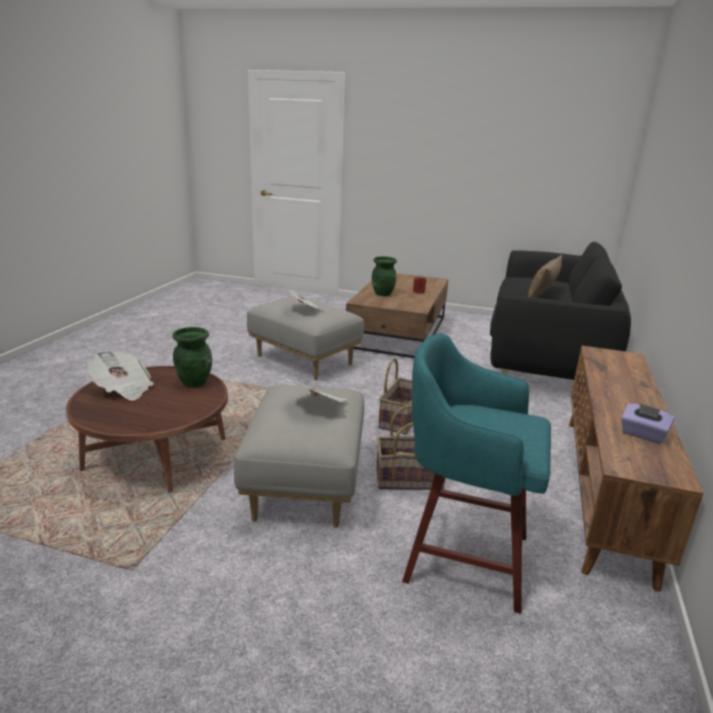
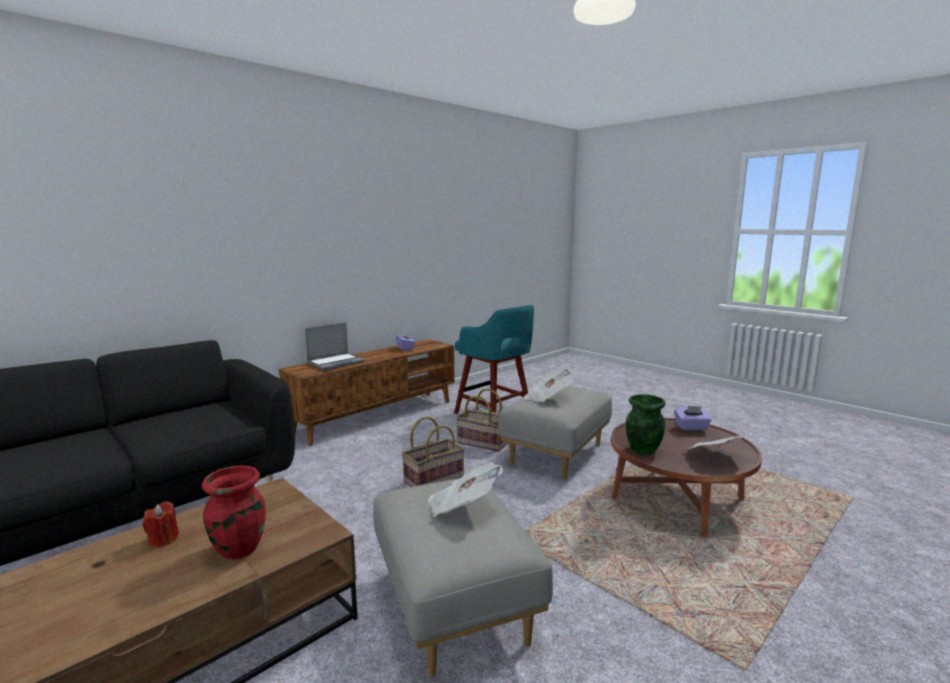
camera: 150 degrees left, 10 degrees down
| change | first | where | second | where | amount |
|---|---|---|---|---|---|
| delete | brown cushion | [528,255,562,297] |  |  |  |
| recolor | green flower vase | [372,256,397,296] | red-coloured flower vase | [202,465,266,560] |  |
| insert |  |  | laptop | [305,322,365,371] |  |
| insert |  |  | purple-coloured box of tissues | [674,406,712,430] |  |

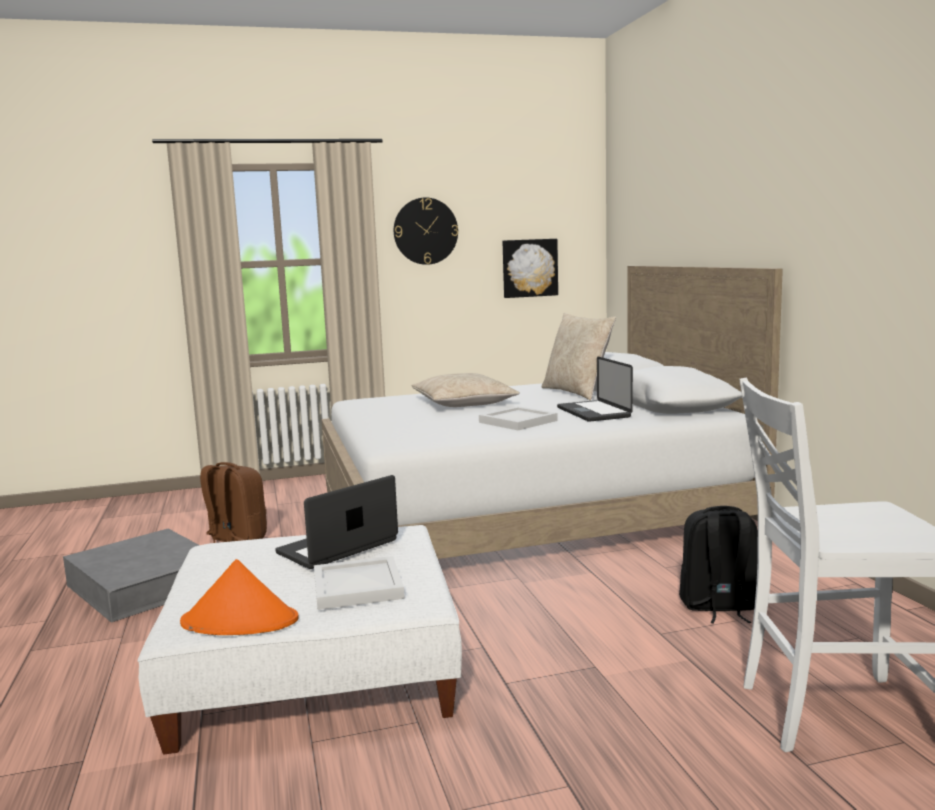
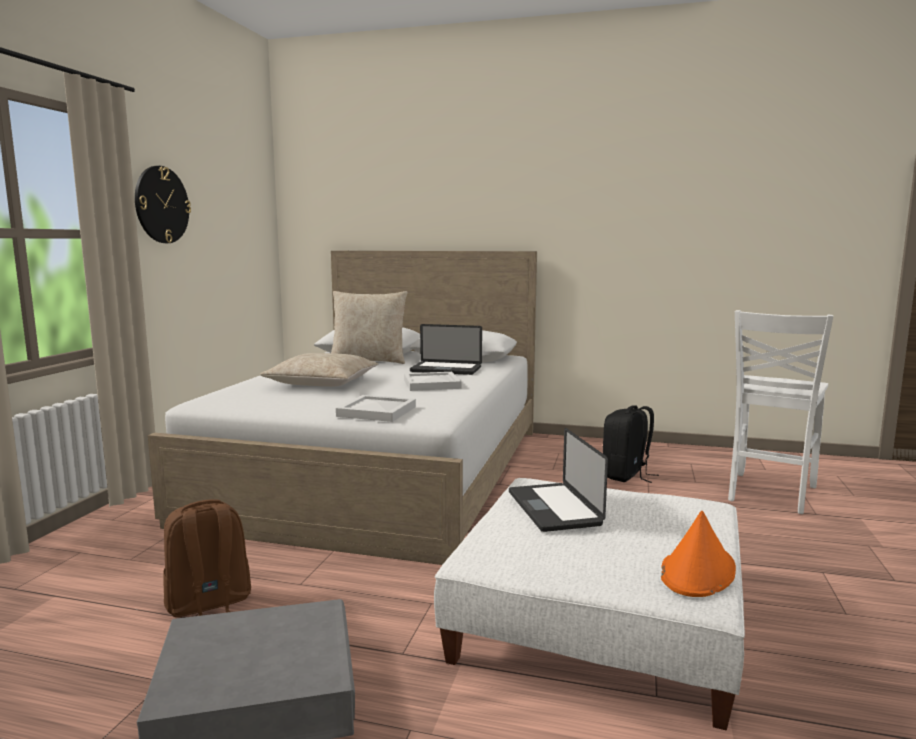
camera: 60 degrees left, 0 degrees up
| change | first | where | second | where | amount |
|---|---|---|---|---|---|
| delete | wall art | [502,239,558,298] |  |  |  |
| move | white serving tray | [314,556,405,610] |  | [336,395,416,422] |  |

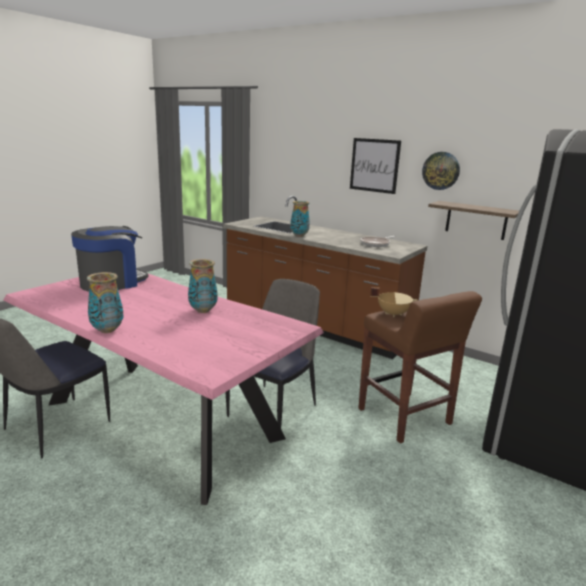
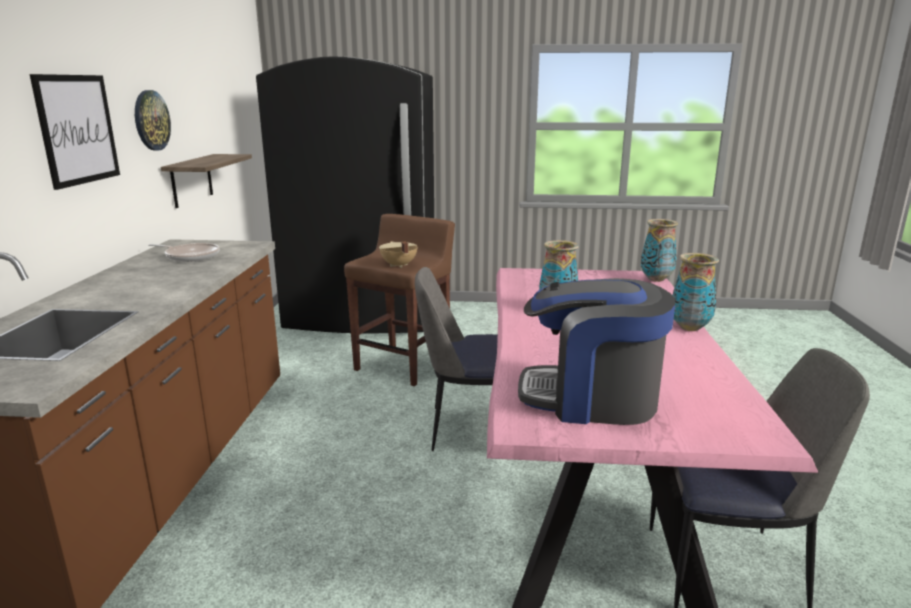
camera: 120 degrees left, 0 degrees up
| change | first | where | second | where | amount |
|---|---|---|---|---|---|
| move | flower vase | [290,201,310,237] |  | [641,219,678,282] |  |

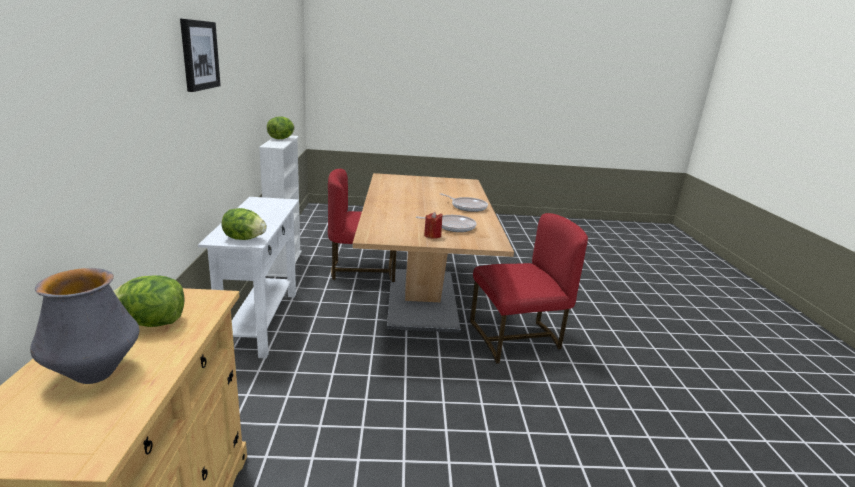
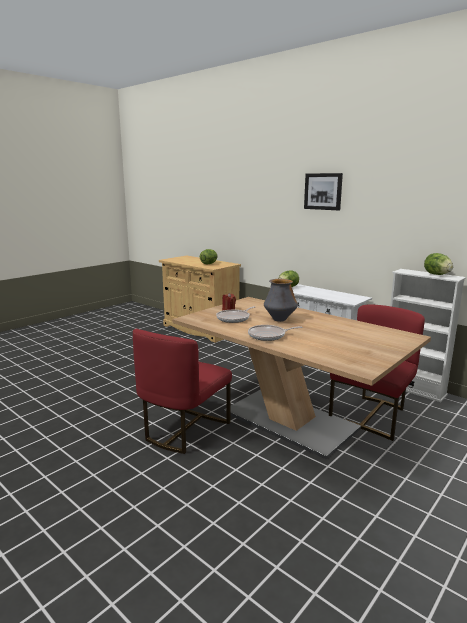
camera: 135 degrees right, 5 degrees down
| change | first | where | second | where | amount |
|---|---|---|---|---|---|
| move | flower vase | [30,268,139,384] |  | [264,279,298,322] |  |

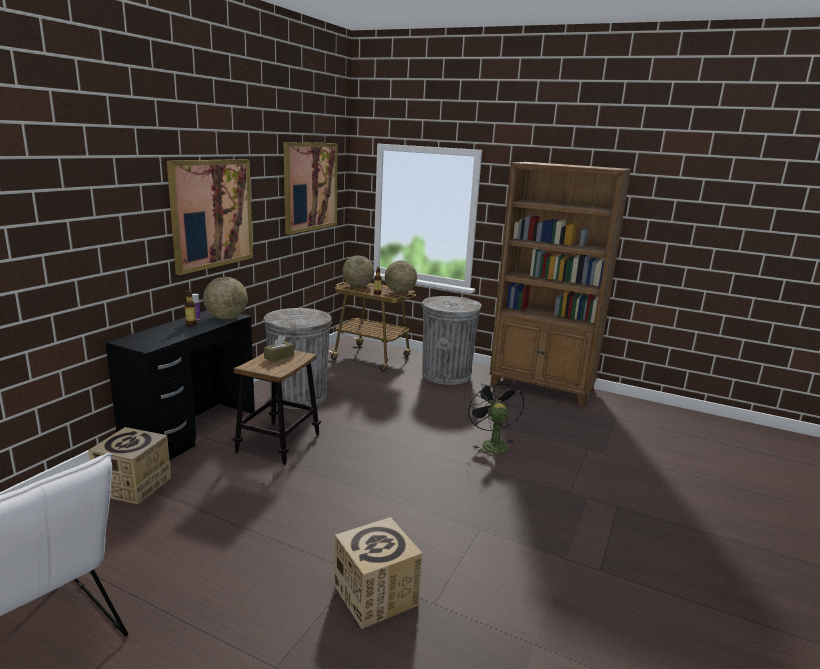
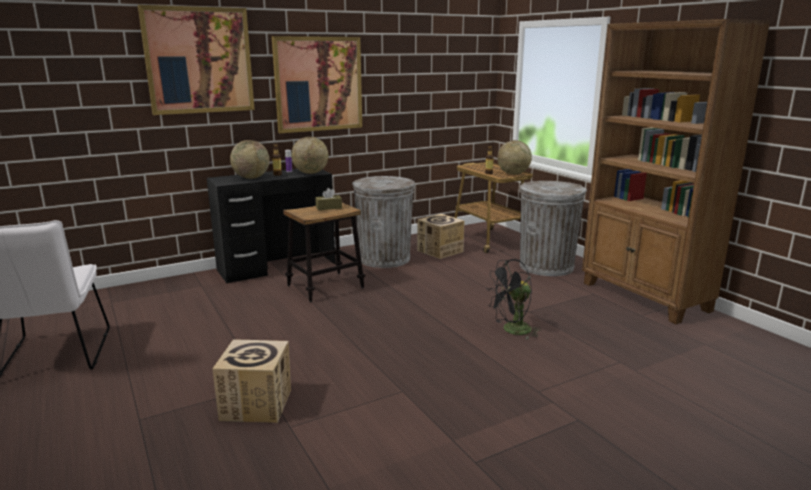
camera: 35 degrees right, 0 degrees up
| change | first | where | second | where | amount |
|---|---|---|---|---|---|
| move | wall art | [283,142,338,235] |  | [138,5,255,115] |  |
| move | globe | [343,256,374,287] |  | [230,140,270,179] |  |
| rotate | black-coloured electric fan | [467,379,524,458] |  | [486,259,541,340] | 135 degrees counterclockwise |
| move | cardboard box | [88,427,171,504] |  | [417,214,464,259] |  |

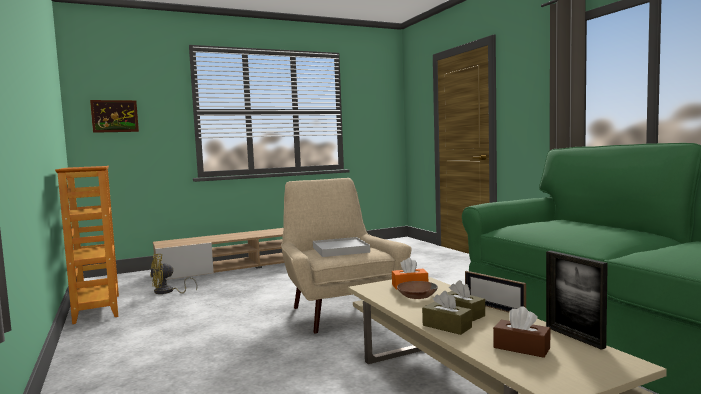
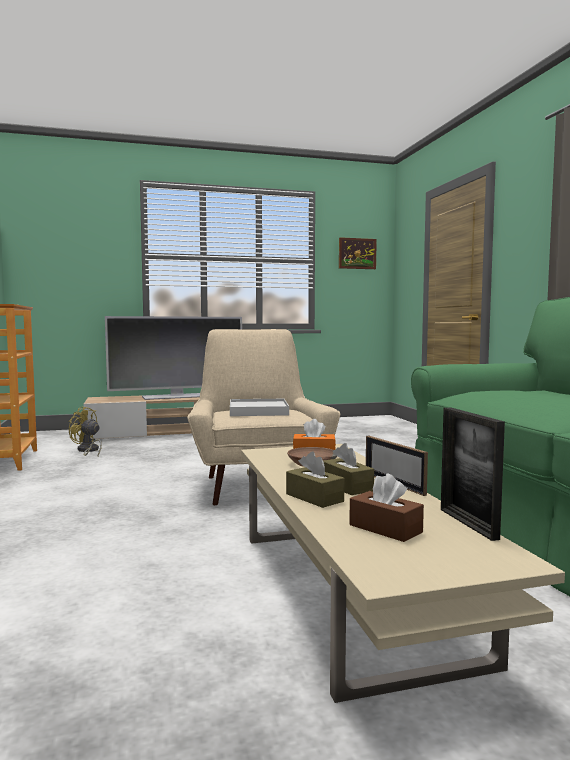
camera: 10 degrees right, 0 degrees up
| change | first | where | second | where | amount |
|---|---|---|---|---|---|
| move | wall art | [90,100,139,133] |  | [339,237,377,269] |  |
| rotate | yellow electric fan | [150,254,197,294] |  | [69,406,102,456] | 45 degrees clockwise |
| insert |  |  | television | [105,316,242,400] |  |

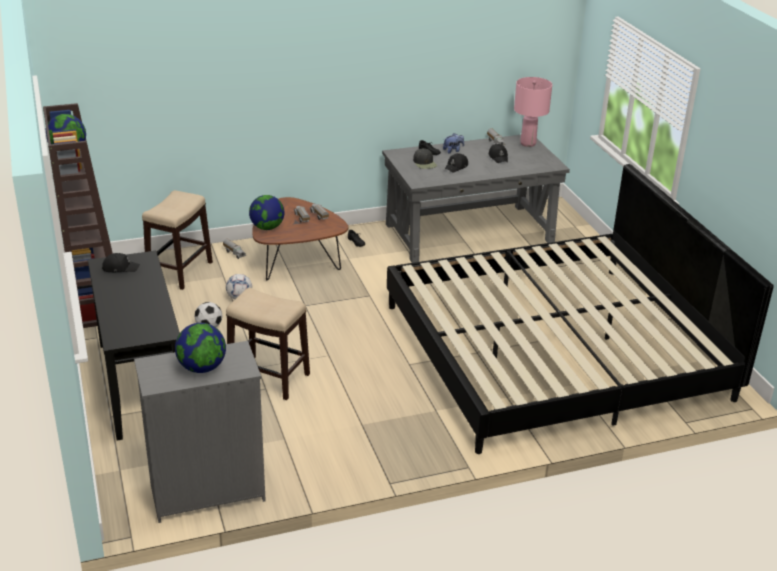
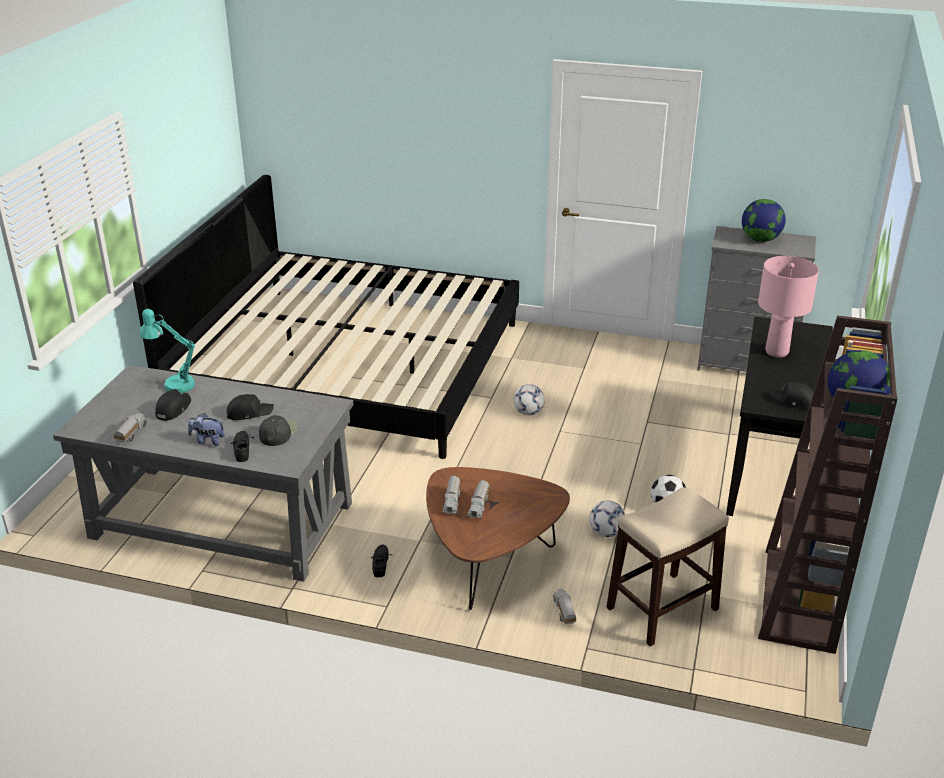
camera: 145 degrees left, 0 degrees up
| change | first | where | second | where | amount |
|---|---|---|---|---|---|
| move | pinkish table lamp | [514,77,552,147] |  | [758,256,819,358] |  |
| delete | globe | [249,195,284,230] |  |  |  |
| delete | sitting stool | [226,288,310,400] |  |  |  |
| insert |  |  | blue-green table lamp | [140,309,195,393] |  |
| insert |  |  | ball for football | [514,384,545,415] |  |

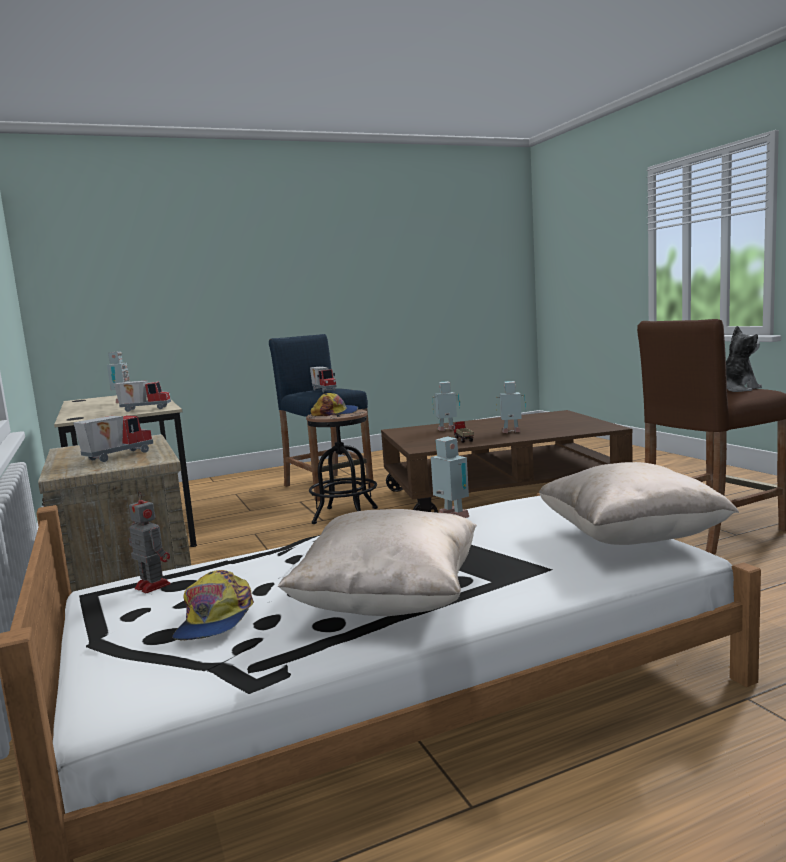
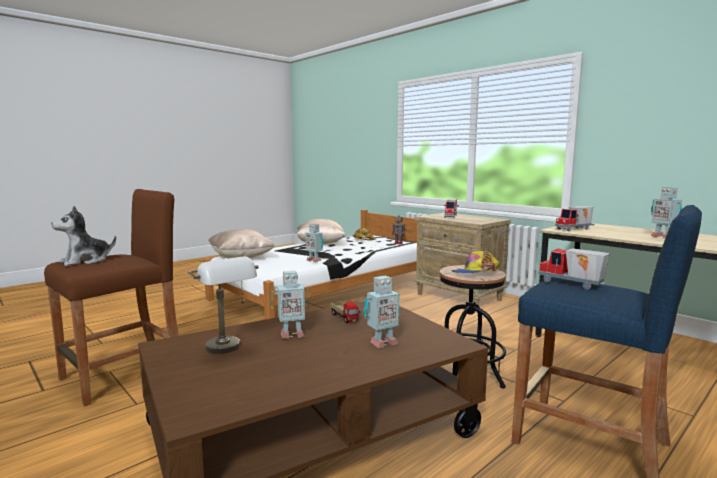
camera: 160 degrees right, 0 degrees up
| change | first | where | second | where | amount |
|---|---|---|---|---|---|
| insert |  |  | grey table lamp | [188,256,259,354] |  |

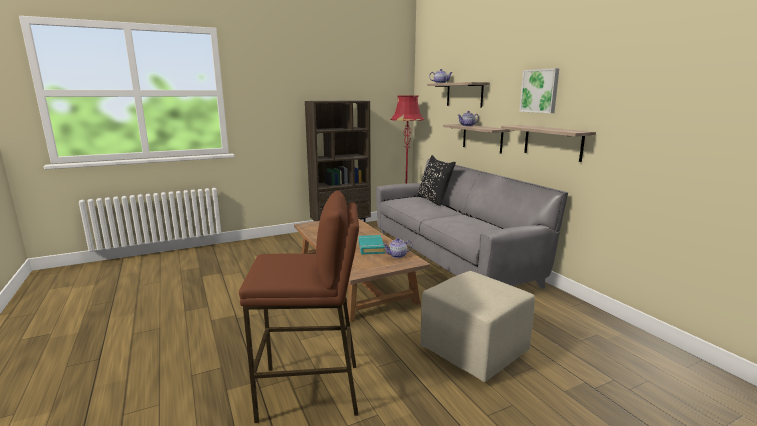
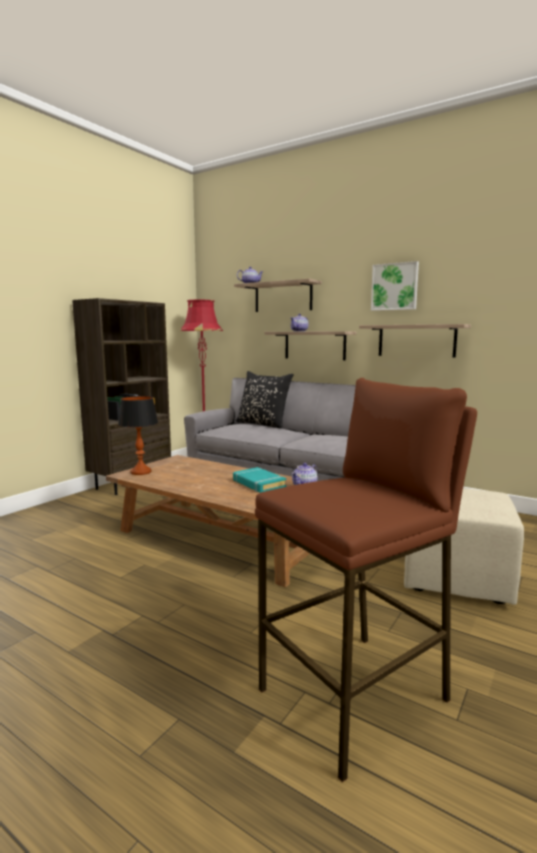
camera: 30 degrees left, 5 degrees down
| change | first | where | second | where | amount |
|---|---|---|---|---|---|
| insert |  |  | table lamp | [118,396,158,475] |  |

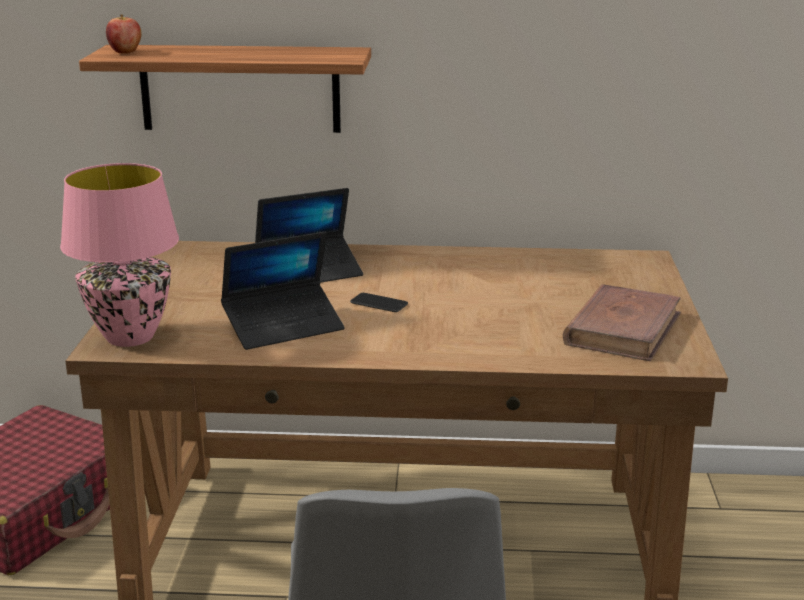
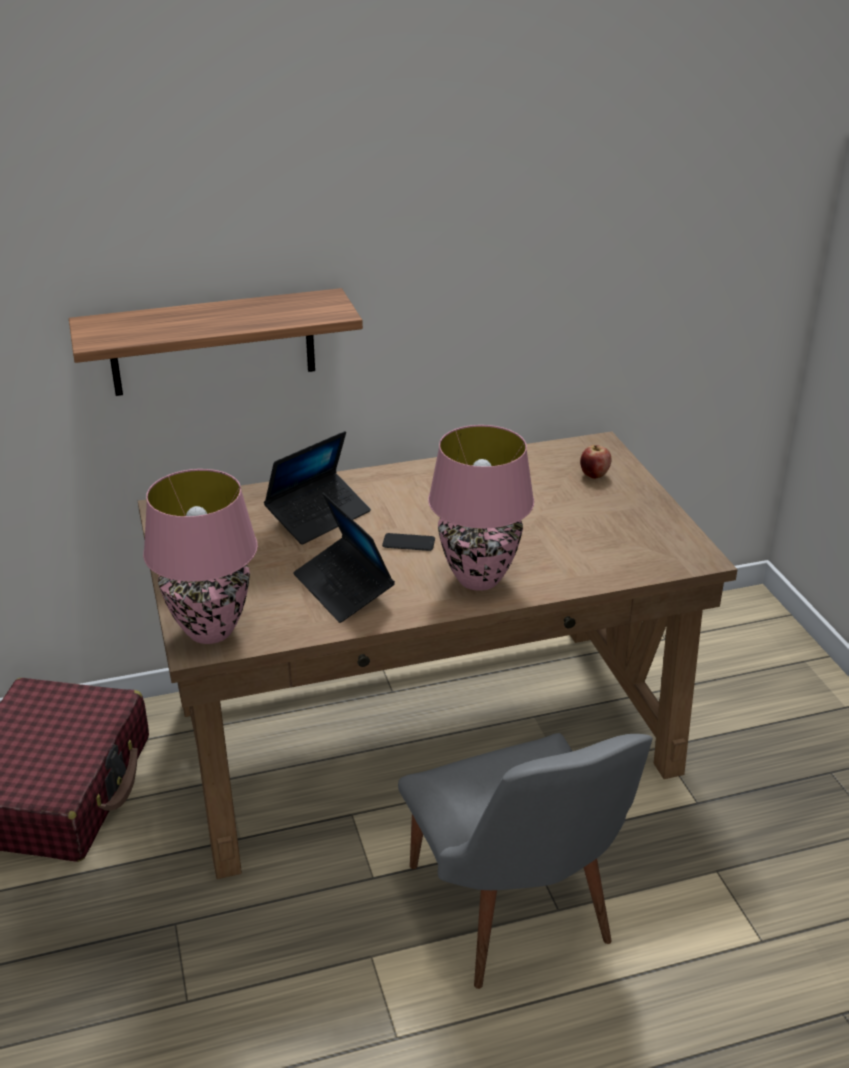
camera: 20 degrees left, 10 degrees up
| change | first | where | second | where | amount |
|---|---|---|---|---|---|
| move | whole apple | [106,14,141,54] |  | [580,445,611,479] |  |
| rotate | laptop | [221,232,345,350] |  | [293,493,395,623] | 105 degrees clockwise |
| delete | brown volume | [563,284,681,361] |  |  |  |
| insert |  |  | pinkish table lamp | [428,425,534,591] |  |

